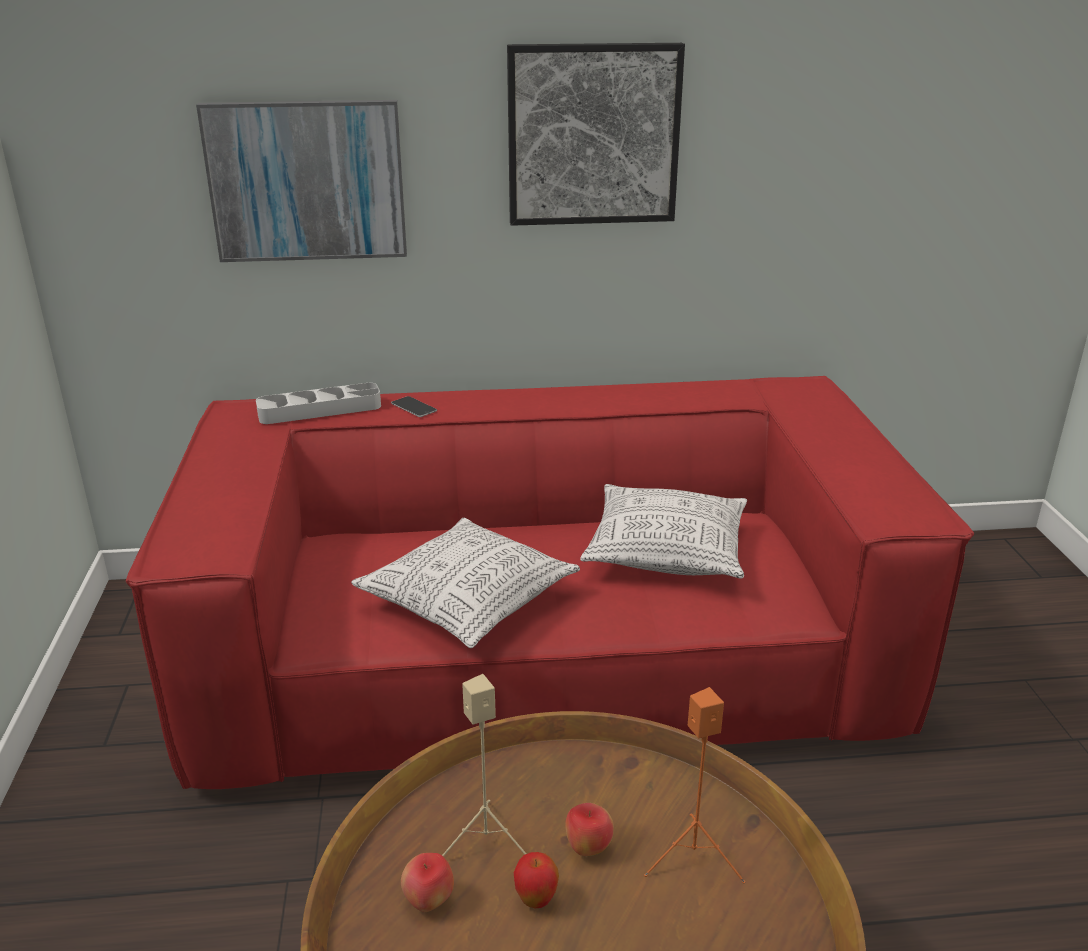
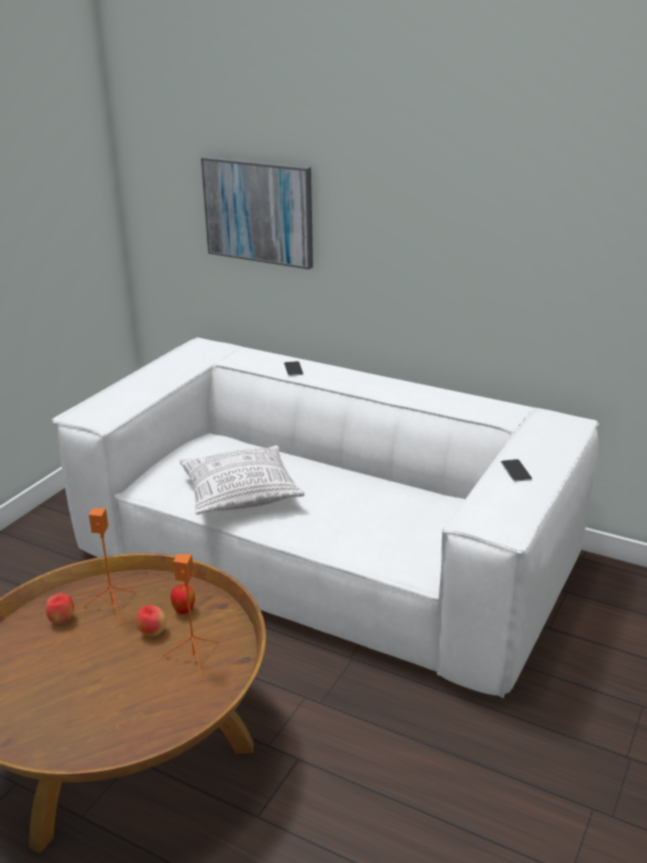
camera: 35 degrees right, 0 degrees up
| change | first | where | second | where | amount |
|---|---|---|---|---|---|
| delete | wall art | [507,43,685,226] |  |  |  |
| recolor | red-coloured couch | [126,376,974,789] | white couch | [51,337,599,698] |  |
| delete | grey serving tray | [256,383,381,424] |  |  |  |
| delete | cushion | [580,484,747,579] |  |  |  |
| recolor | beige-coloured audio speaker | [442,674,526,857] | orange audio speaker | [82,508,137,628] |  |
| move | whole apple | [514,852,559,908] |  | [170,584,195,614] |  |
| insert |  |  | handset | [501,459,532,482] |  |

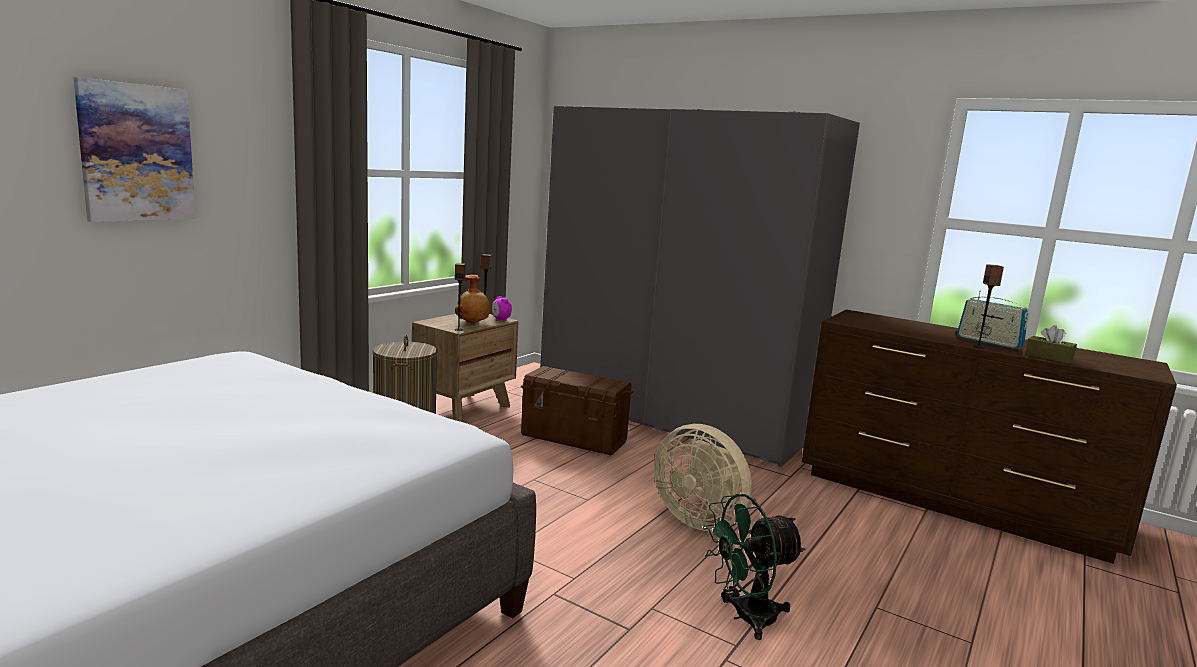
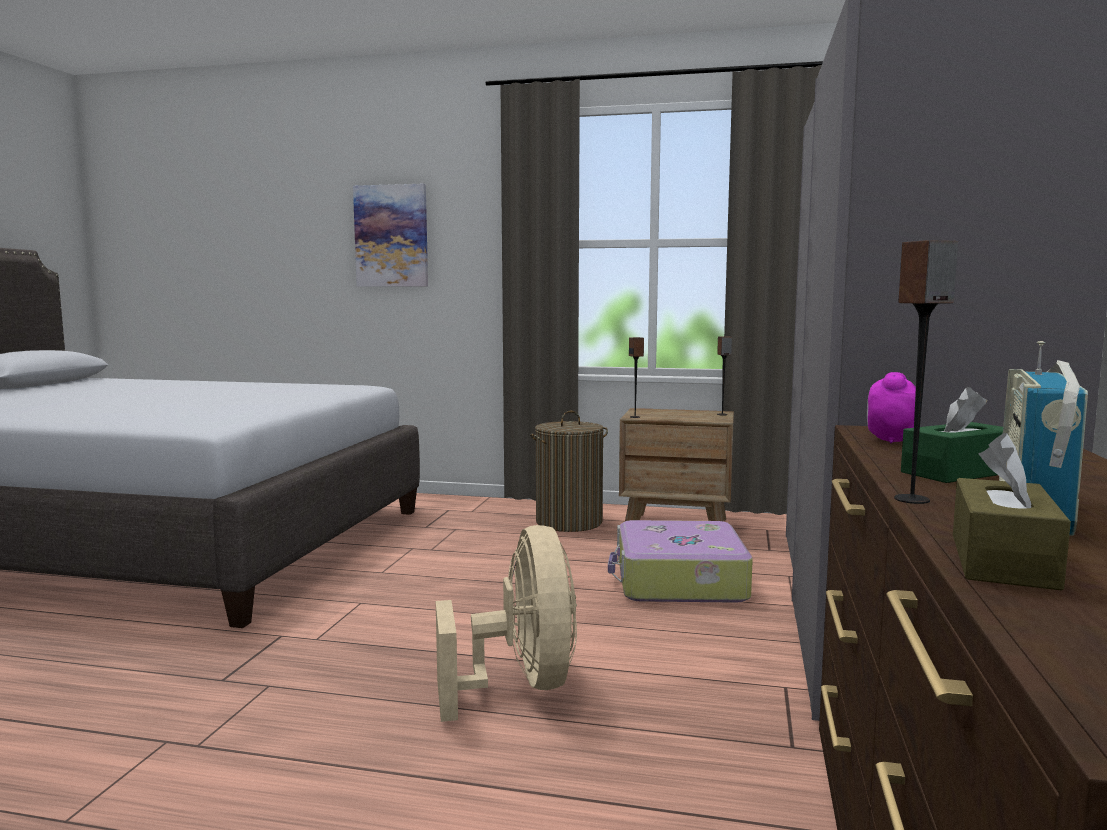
camera: 70 degrees right, 5 degrees down
| change | first | where | second | where | amount |
|---|---|---|---|---|---|
| delete | brown flower vase | [455,275,490,323] |  |  |  |
| move | bedside clock | [492,296,512,321] |  | [867,372,916,444] |  |
| replace | brown storage container | [521,366,633,456] | suitcase | [608,520,753,603] |  |
| rotate | beige-coloured electric fan | [654,424,752,531] |  | [436,525,577,722] | 150 degrees clockwise |
| delete | green electric fan | [702,494,806,640] |  |  |  |
| insert |  |  | green box of tissues | [901,387,1003,483] |  |

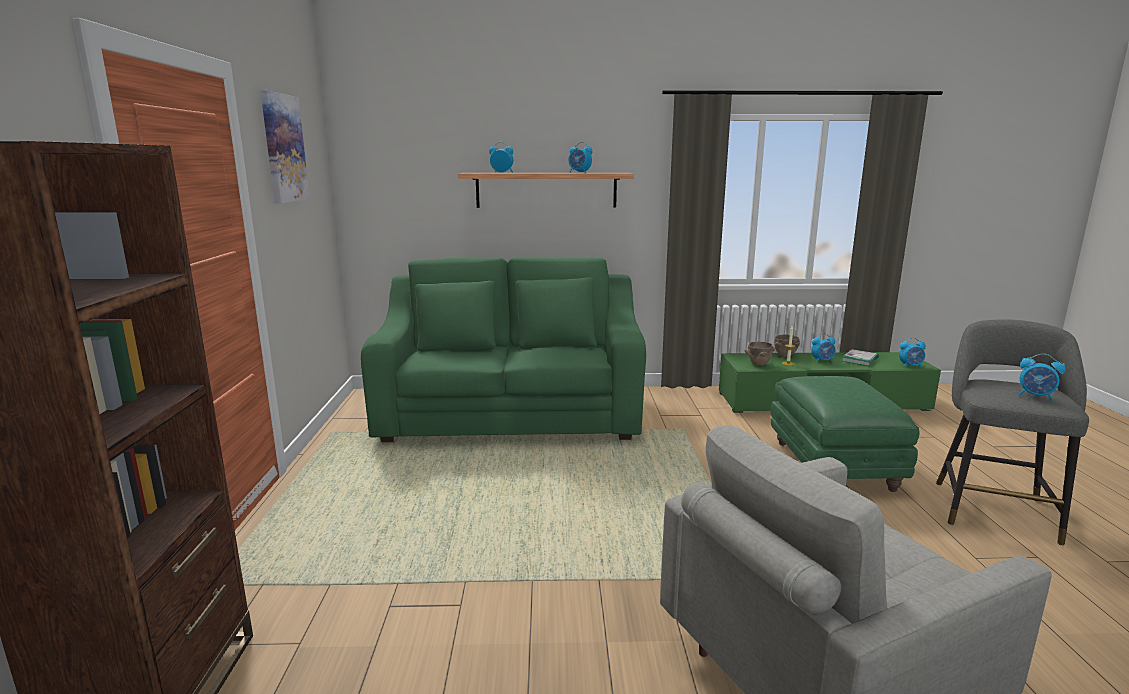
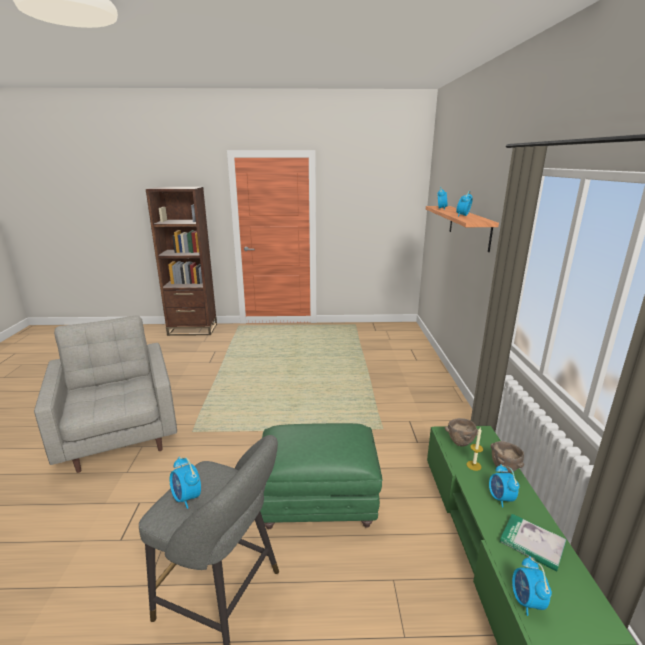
camera: 90 degrees right, 5 degrees up
| change | first | where | second | where | amount |
|---|---|---|---|---|---|
| delete | wall art | [260,90,310,204] |  |  |  |
| delete | green couch | [361,258,646,442] |  |  |  |
| rotate | bedside clock | [1019,354,1065,401] |  | [170,457,201,509] | 75 degrees counterclockwise |

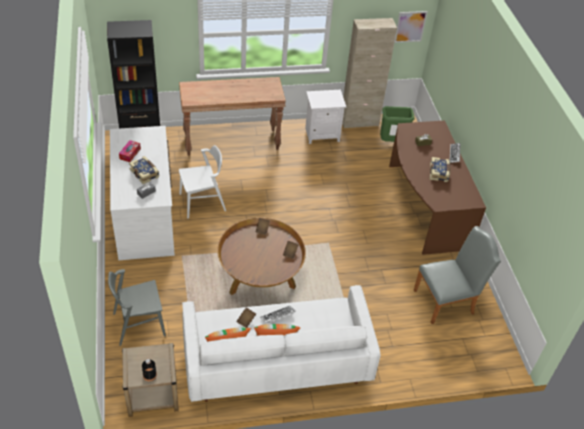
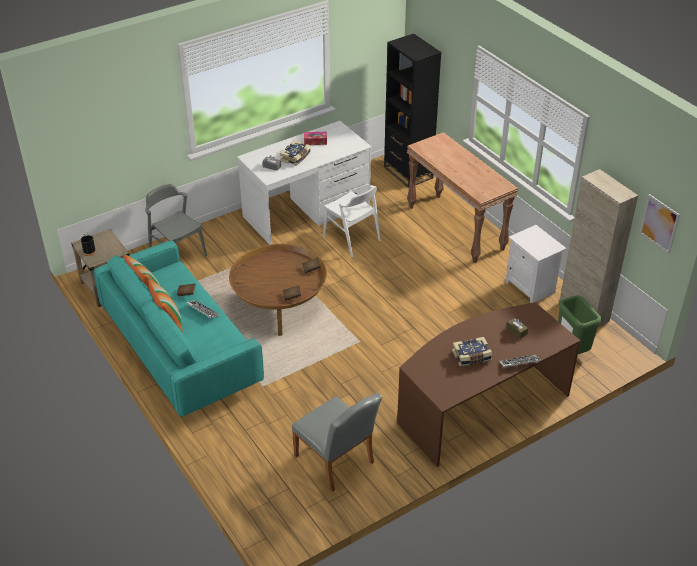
camera: 70 degrees right, 5 degrees down
| change | first | where | second | where | amount |
|---|---|---|---|---|---|
| recolor | white couch | [182,285,380,402] | blue-green couch | [94,240,264,417] |  |

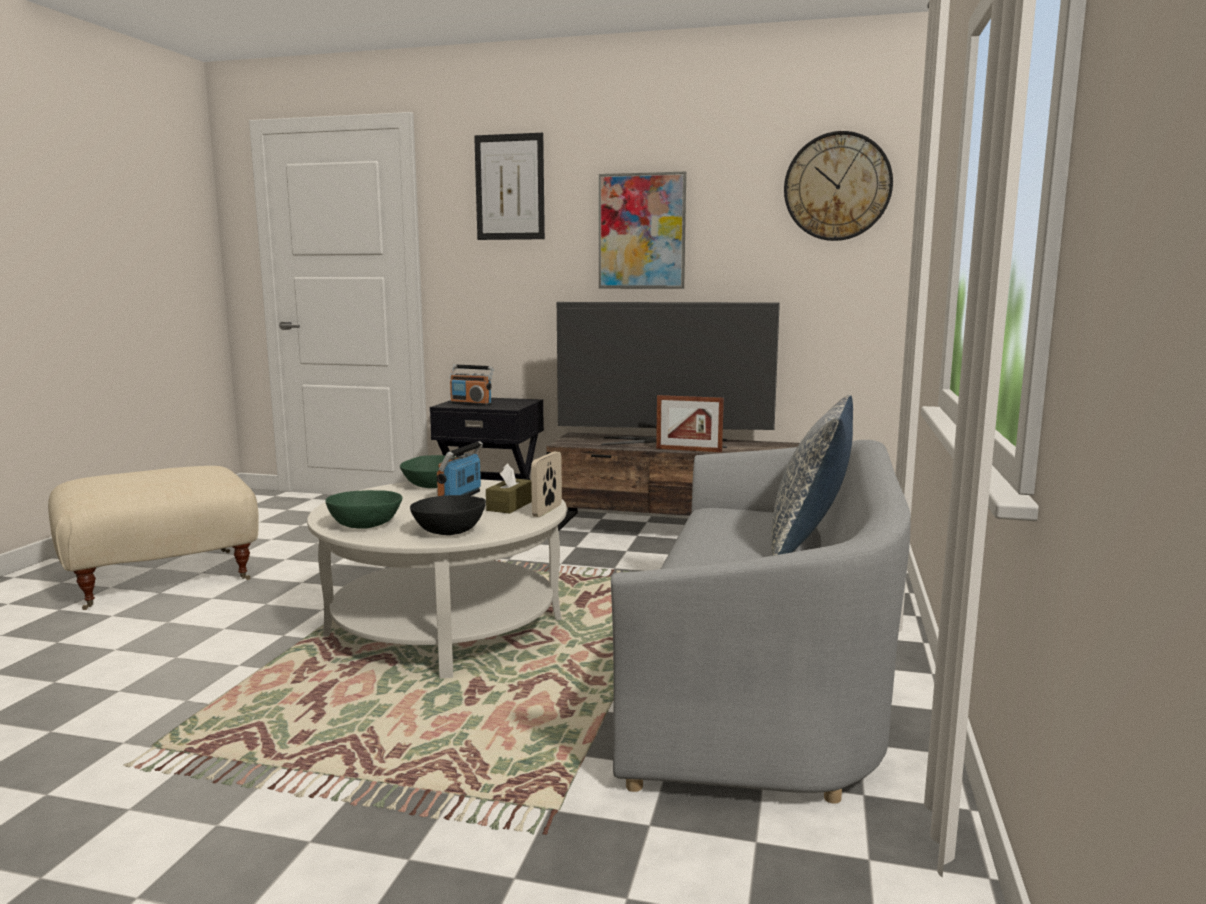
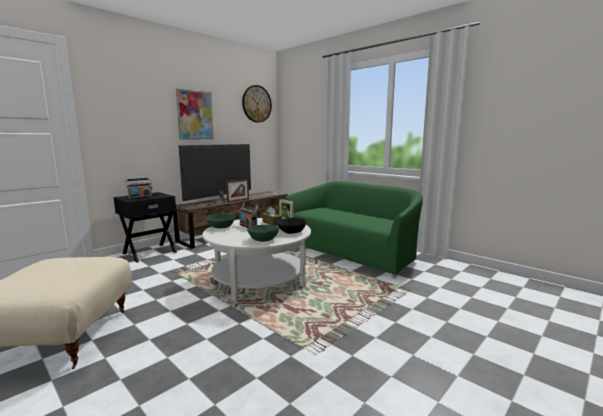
camera: 60 degrees left, 0 degrees up
| change | first | where | second | where | amount |
|---|---|---|---|---|---|
| delete | wall art | [474,133,545,240] |  |  |  |
| delete | cushion | [771,395,853,556] |  |  |  |
| recolor | grey couch | [611,440,911,804] | green couch | [284,181,423,278] |  |

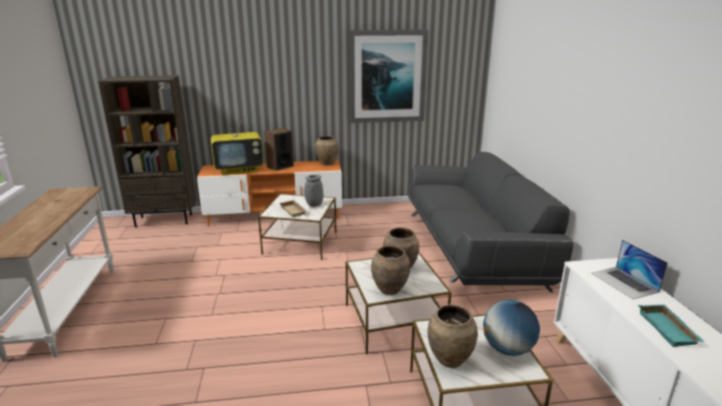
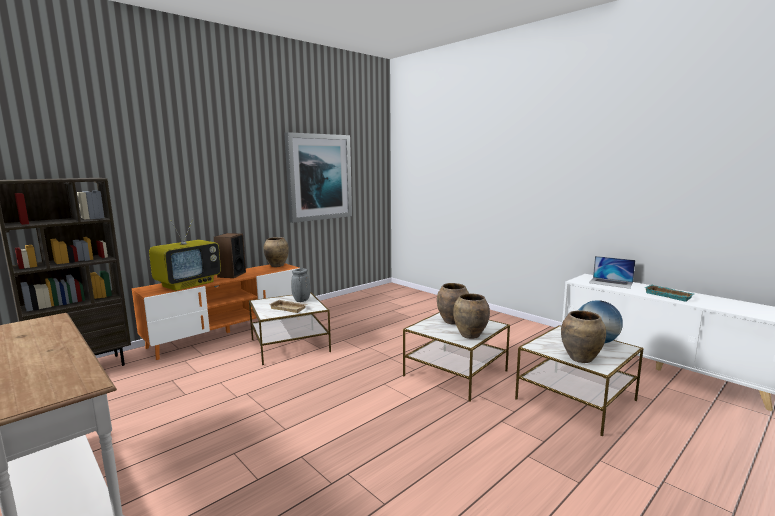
camera: 35 degrees left, 10 degrees down
| change | first | where | second | where | amount |
|---|---|---|---|---|---|
| delete | grey couch | [407,152,574,292] |  |  |  |

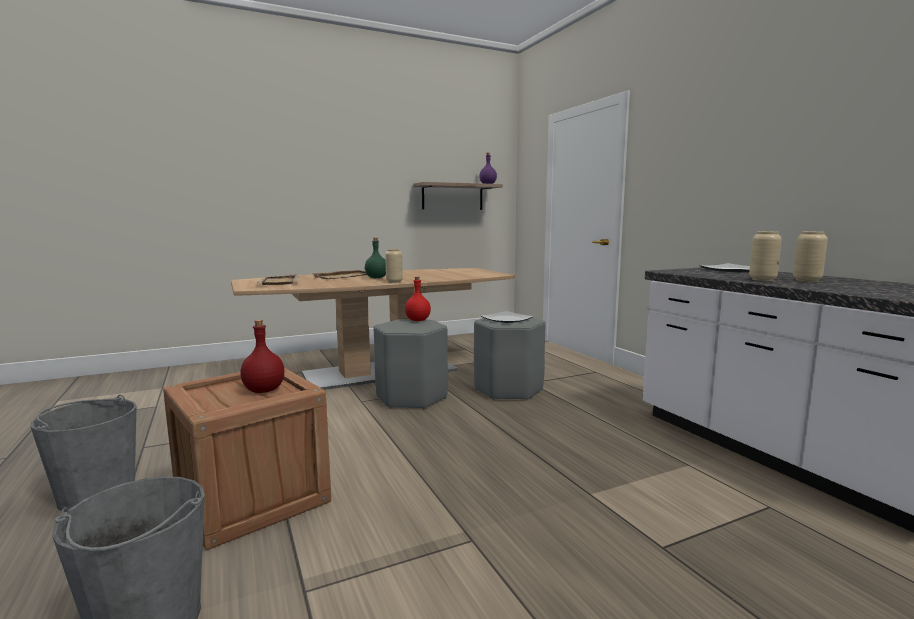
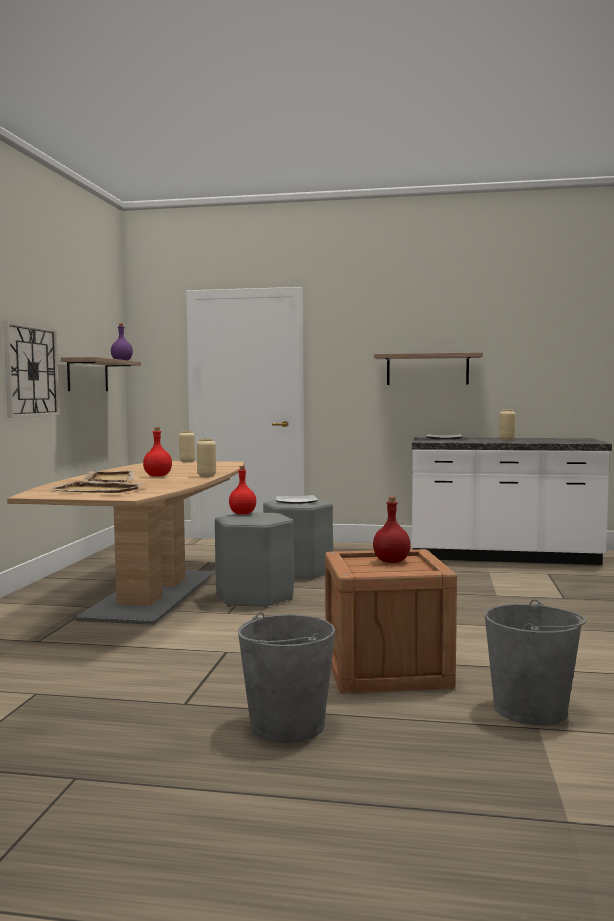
camera: 55 degrees left, 5 degrees down
| change | first | where | second | where | amount |
|---|---|---|---|---|---|
| move | beige-coloured flower vase | [749,231,782,281] |  | [179,431,195,462] |  |
| recolor | green drink bottle | [365,238,386,278] | red-coloured drink bottle | [143,427,172,477] |  |
| insert |  |  | hanging clock | [4,321,60,418] |  |
| insert |  |  | shelf | [374,352,483,385] |  |

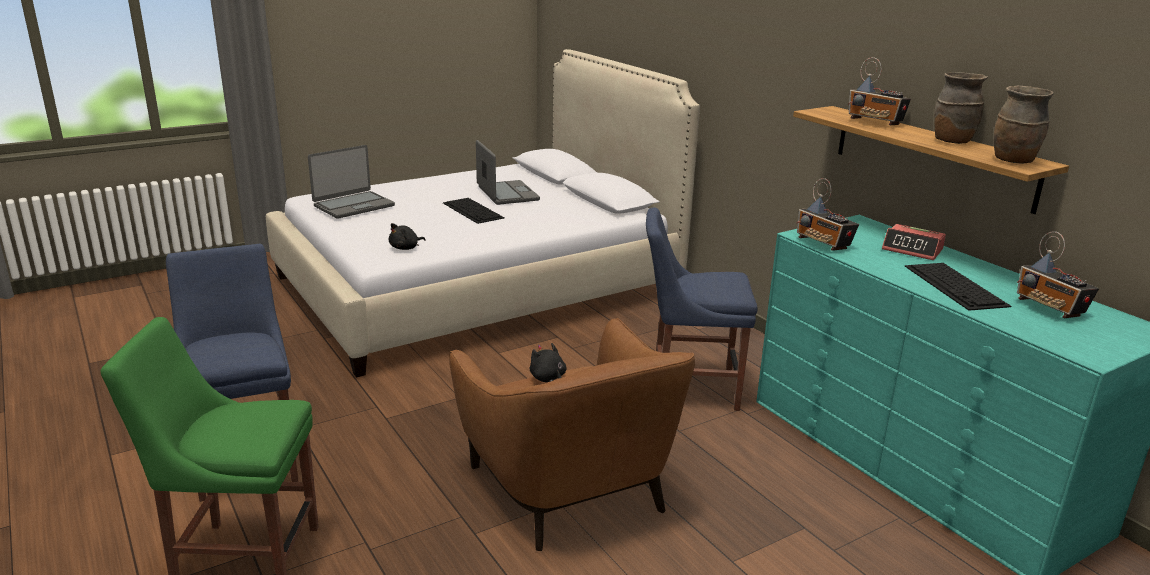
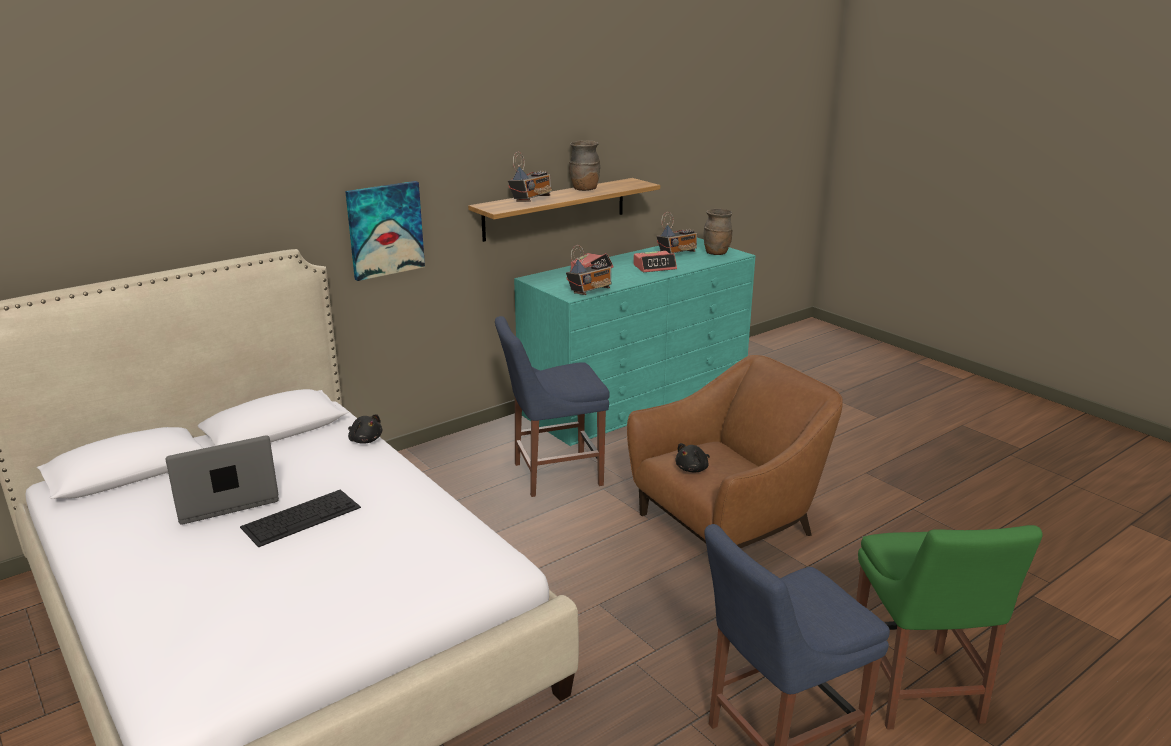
camera: 95 degrees left, 0 degrees up
| change | first | where | second | where | amount |
|---|---|---|---|---|---|
| move | brown flower vase | [993,86,1054,163] |  | [704,209,733,255] |  |
| delete | laptop | [308,145,395,219] |  |  |  |
| rotate | bluish plain chair | [646,208,757,411] |  | [495,316,610,497] | 75 degrees clockwise |
| move | black-coloured plush toy | [389,223,426,250] |  | [348,414,382,444] |  |
| replace | computer keyboard | [905,263,1011,311] | bedside clock | [633,251,677,272] |  |
| insert |  |  | wall art | [345,181,425,281] |  |

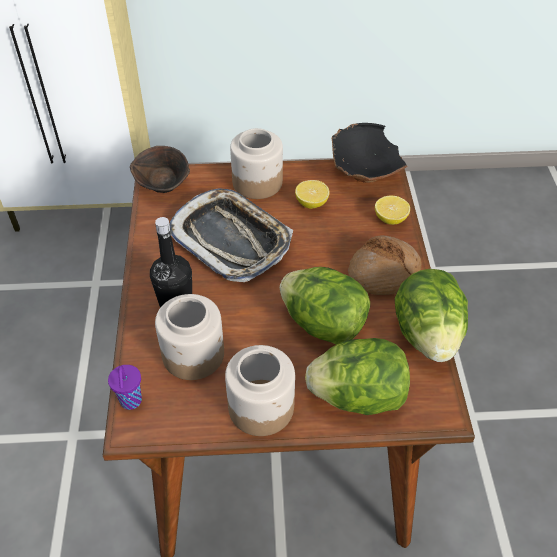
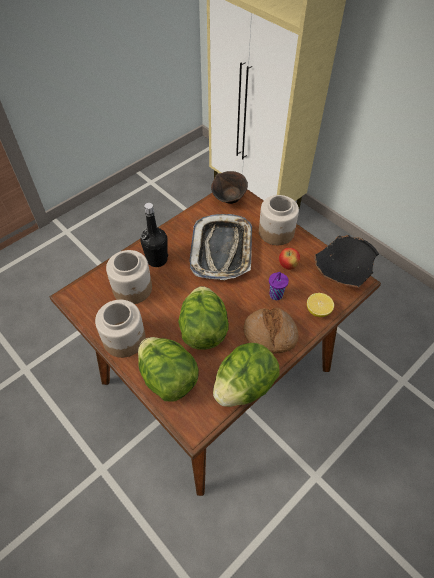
camera: 50 degrees right, 5 degrees up
| change | first | where | second | where | amount |
|---|---|---|---|---|---|
| replace | whole lemon | [295,180,330,209] | whole apple | [279,248,300,270] |  |
| move | purple-coloured small cup | [108,365,142,410] |  | [269,272,289,300] |  |

